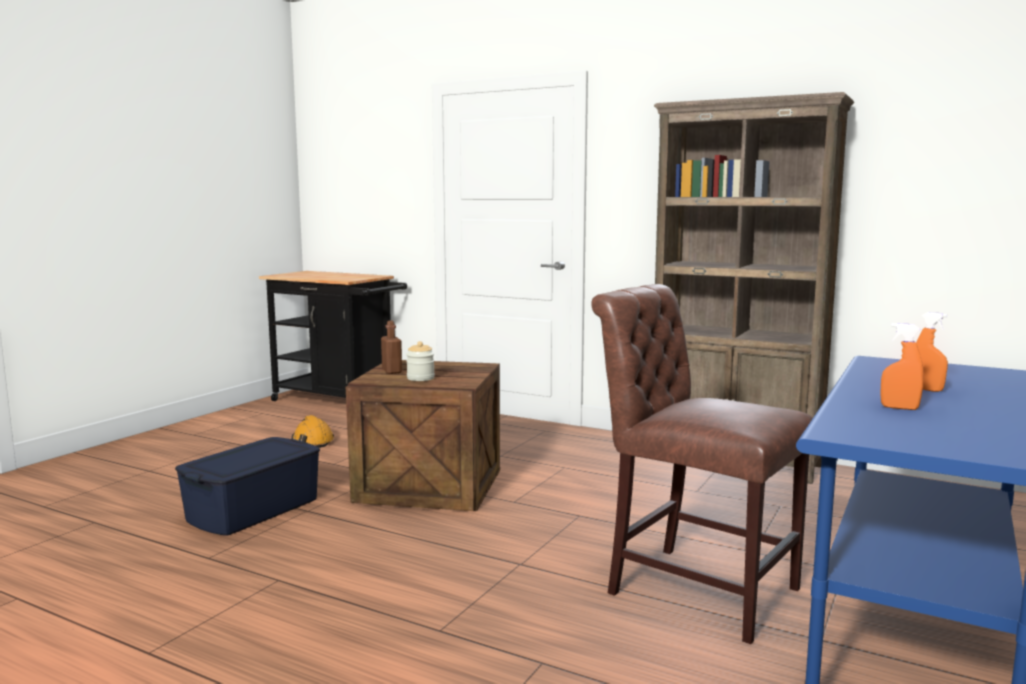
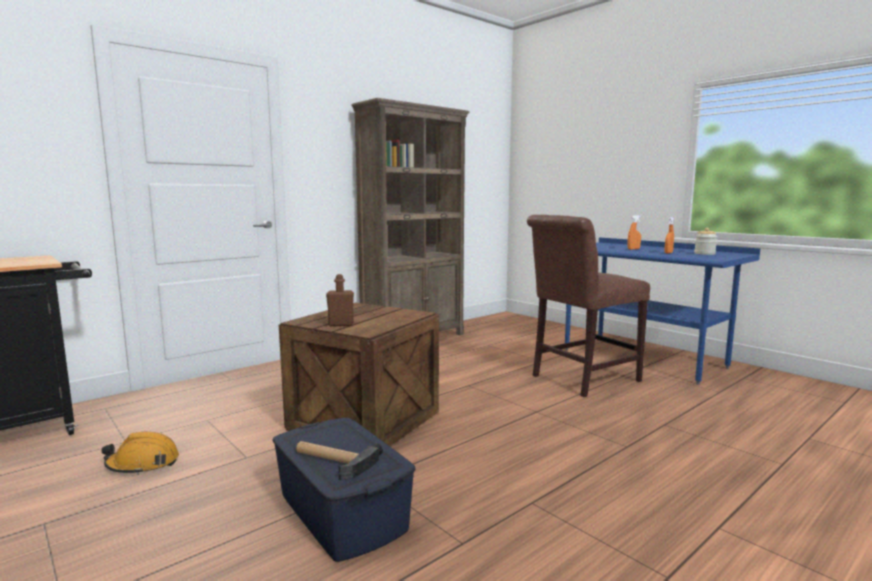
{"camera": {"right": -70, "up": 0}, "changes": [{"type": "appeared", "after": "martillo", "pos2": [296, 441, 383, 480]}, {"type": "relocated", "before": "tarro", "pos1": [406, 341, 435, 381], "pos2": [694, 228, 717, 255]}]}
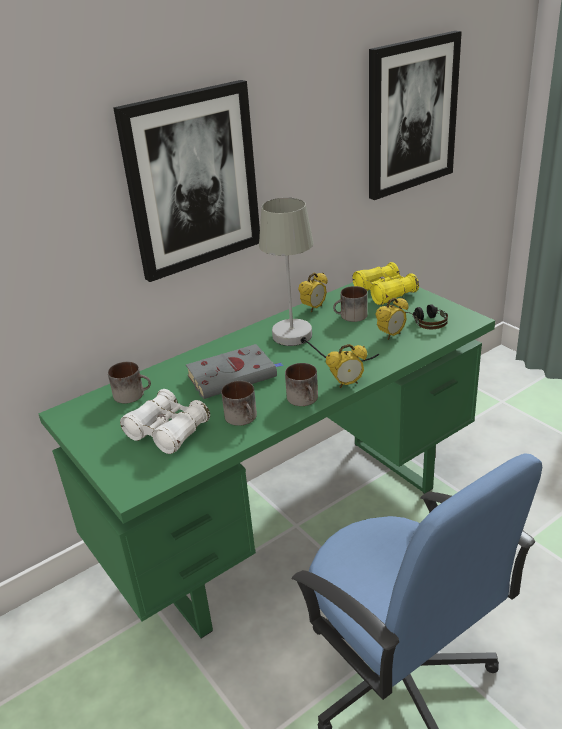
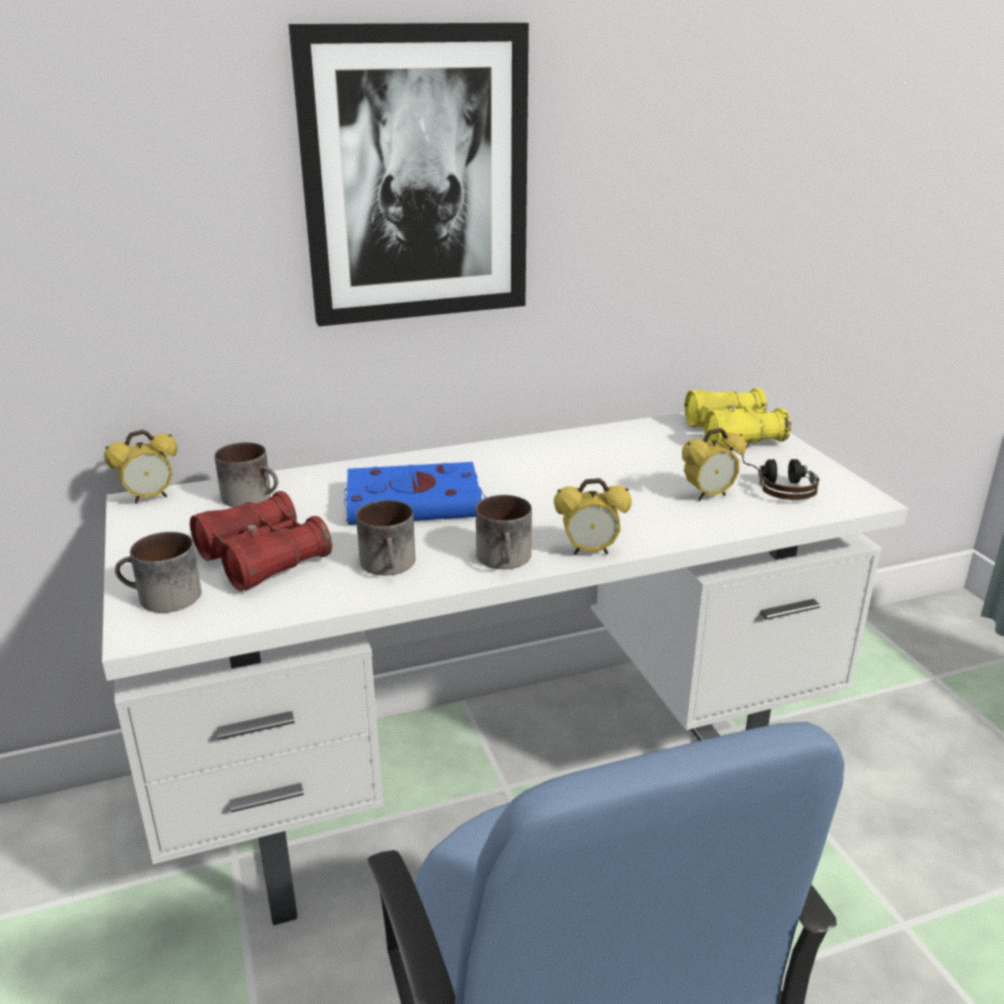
{"camera": {"right": 15, "up": -5}, "changes": [{"type": "colour", "before": "escritorio/verde", "after": "escritorio/blanco", "pos1": [38, 282, 495, 638], "pos2": [102, 412, 908, 925]}, {"type": "relocated", "before": "despertador", "pos1": [298, 273, 328, 312], "pos2": [104, 430, 178, 504]}, {"type": "relocated", "before": "taza grande", "pos1": [333, 286, 368, 322], "pos2": [115, 532, 201, 613]}, {"type": "colour", "before": "prismáticos/blanco", "after": "prismáticos/rojo", "pos1": [120, 389, 210, 454], "pos2": [190, 491, 332, 591]}, {"type": "colour", "before": "libro/gris", "after": "libro/azul", "pos1": [186, 344, 283, 399], "pos2": [344, 462, 487, 525]}, {"type": "missing", "before": "lámpara de mesa/gris", "pos1": [259, 198, 379, 362]}, {"type": "missing", "before": "cuadro", "pos1": [369, 31, 462, 200]}]}
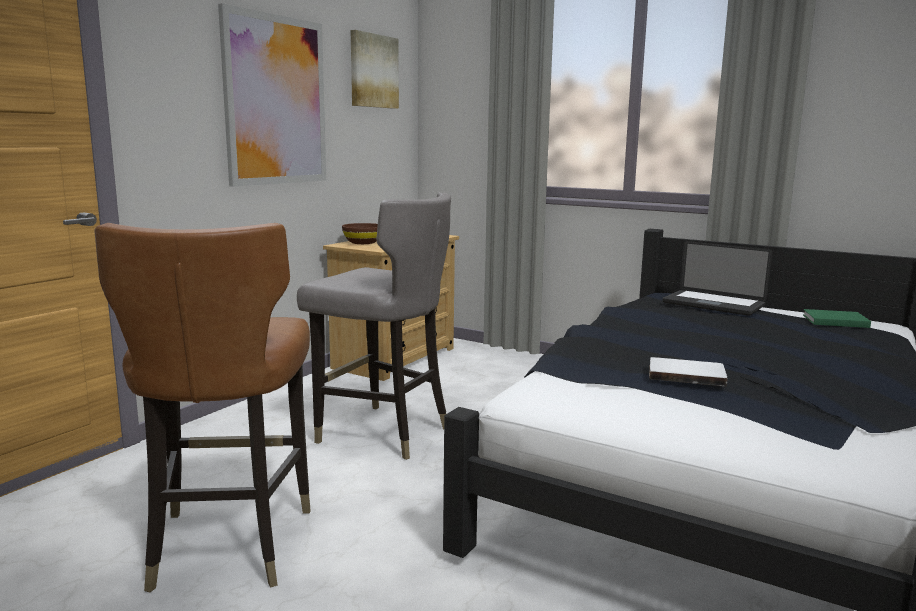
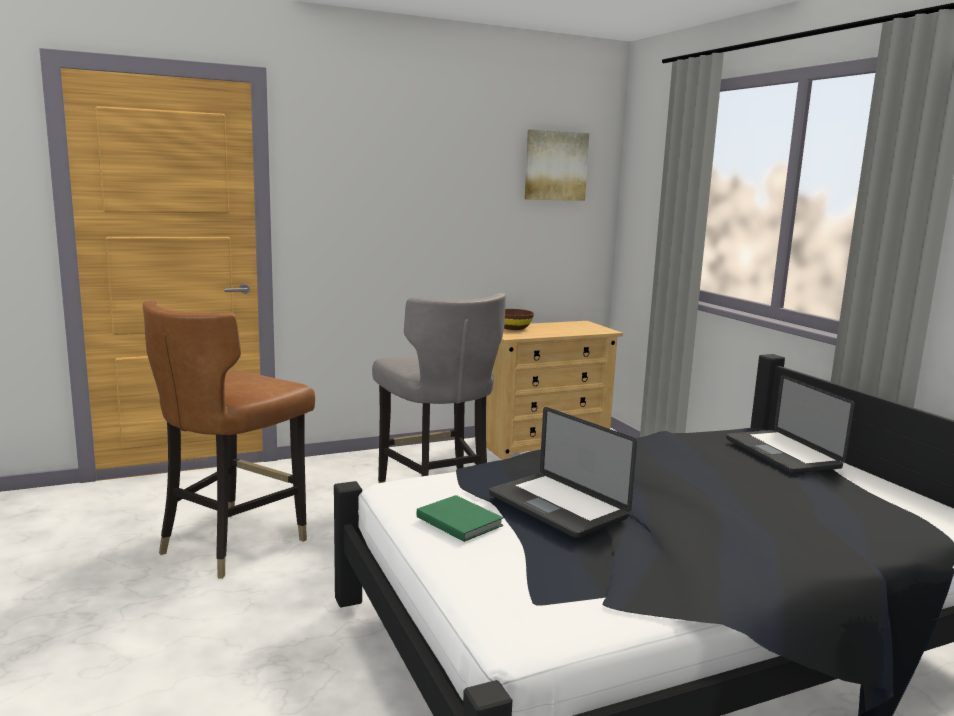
{"camera": {"right": 35, "up": 0}, "changes": [{"type": "relocated", "before": "libro/verde", "pos1": [803, 309, 871, 328], "pos2": [417, 495, 504, 542]}, {"type": "exchanged", "before": "libro/blanco", "after": "portátil", "pos1": [649, 357, 728, 387], "pos2": [489, 407, 637, 538]}, {"type": "missing", "before": "cuadro", "pos1": [218, 3, 326, 187]}]}
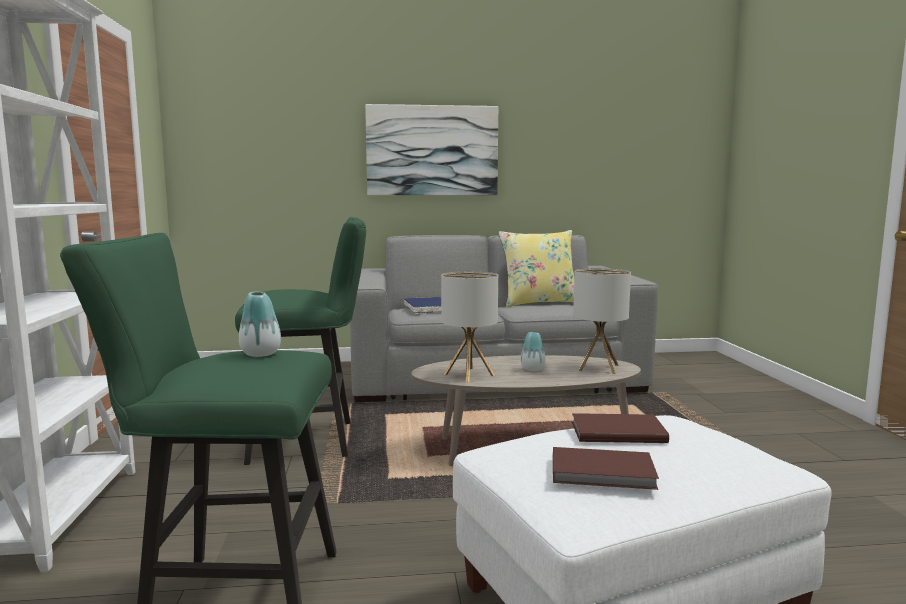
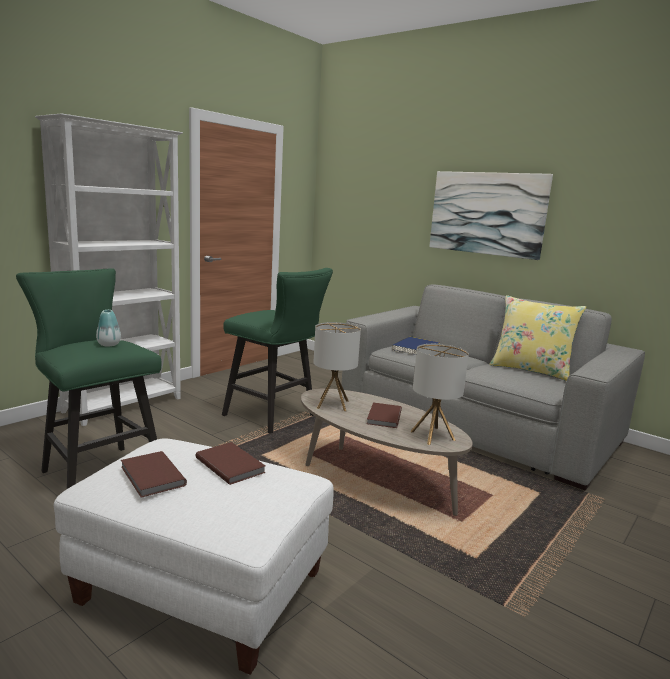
{"camera": {"right": 45, "up": 5}, "changes": [{"type": "exchanged", "before": "florero", "after": "libro/marrón", "pos1": [520, 332, 546, 371], "pos2": [367, 402, 402, 428]}]}
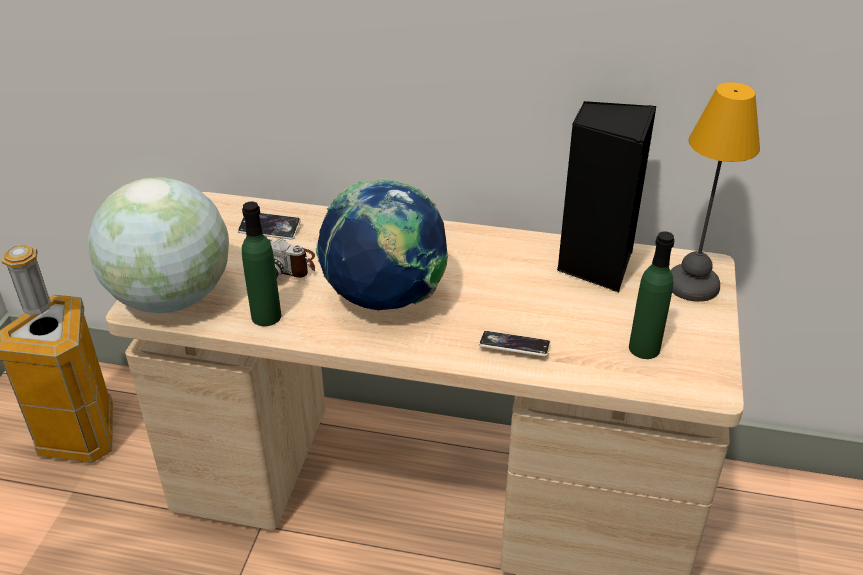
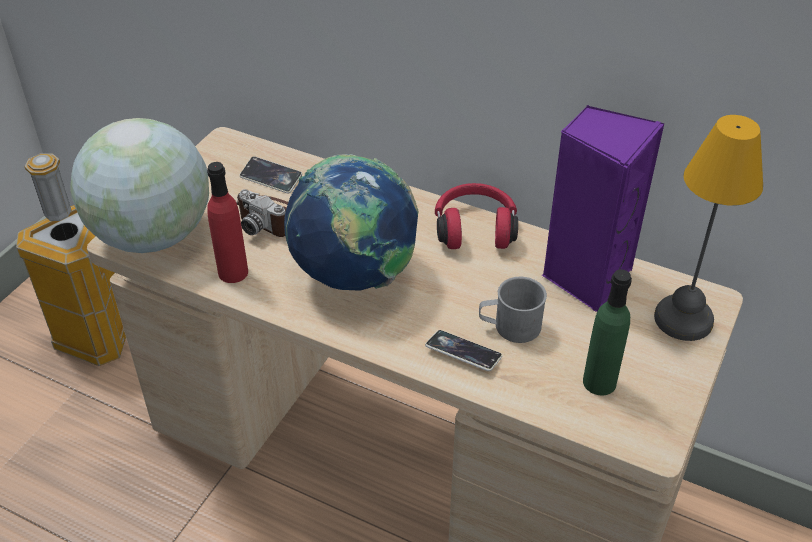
{"camera": {"right": 15, "up": 5}, "changes": [{"type": "colour", "before": "botella/verde", "after": "botella/rojo", "pos1": [242, 201, 281, 326], "pos2": [207, 162, 248, 283]}, {"type": "appeared", "after": "auriculares/rojo", "pos2": [435, 183, 518, 249]}, {"type": "appeared", "after": "taza grande/gris", "pos2": [479, 277, 547, 343]}, {"type": "colour", "before": "altavoz/negro", "after": "altavoz/morado", "pos1": [557, 101, 656, 292], "pos2": [542, 106, 664, 312]}]}
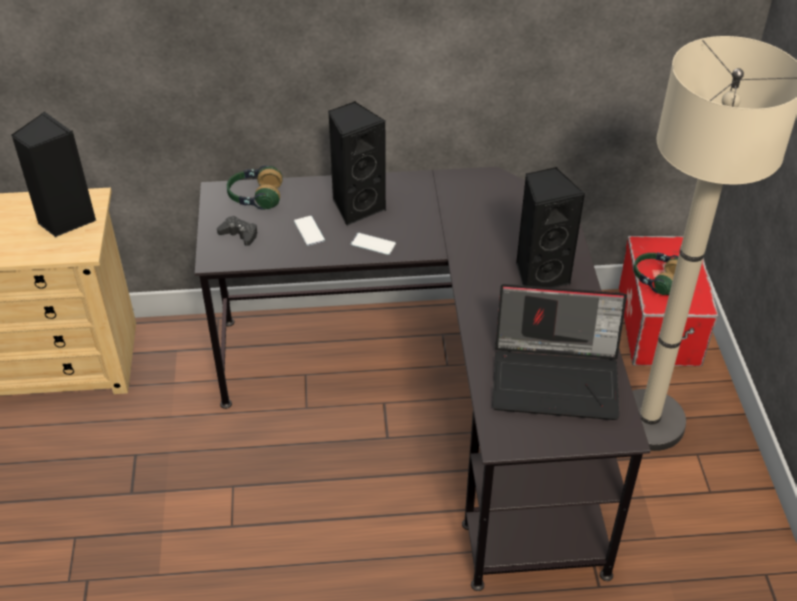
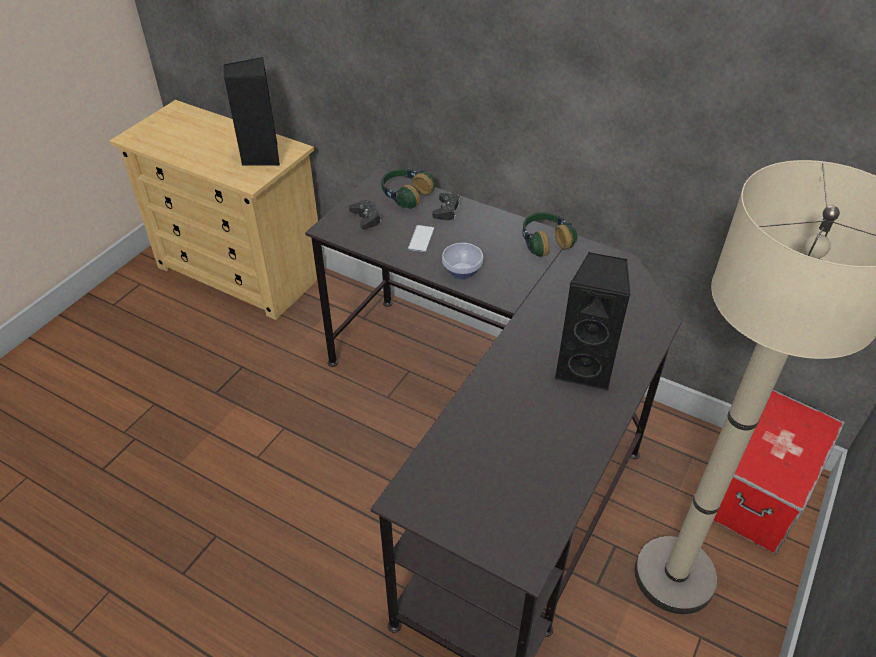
{"camera": {"right": 35, "up": 0}, "changes": [{"type": "appeared", "after": "mando de consola/negro", "pos2": [432, 193, 460, 220]}, {"type": "exchanged", "before": "móvil", "after": "cuenco", "pos1": [351, 233, 396, 255], "pos2": [442, 243, 483, 279]}, {"type": "relocated", "before": "auriculares", "pos1": [634, 252, 679, 295], "pos2": [523, 212, 577, 257]}, {"type": "missing", "before": "altavoz/negro", "pos1": [328, 101, 386, 226]}, {"type": "missing", "before": "portátil", "pos1": [492, 284, 627, 420]}]}
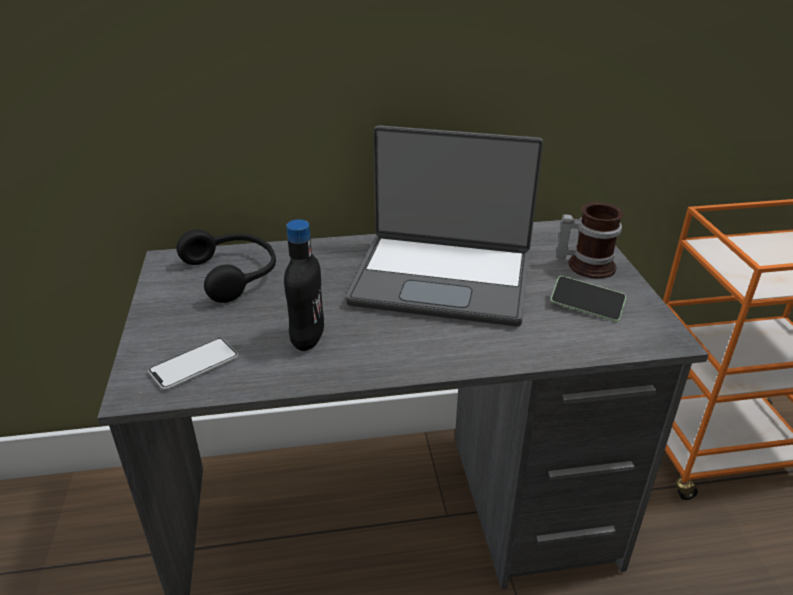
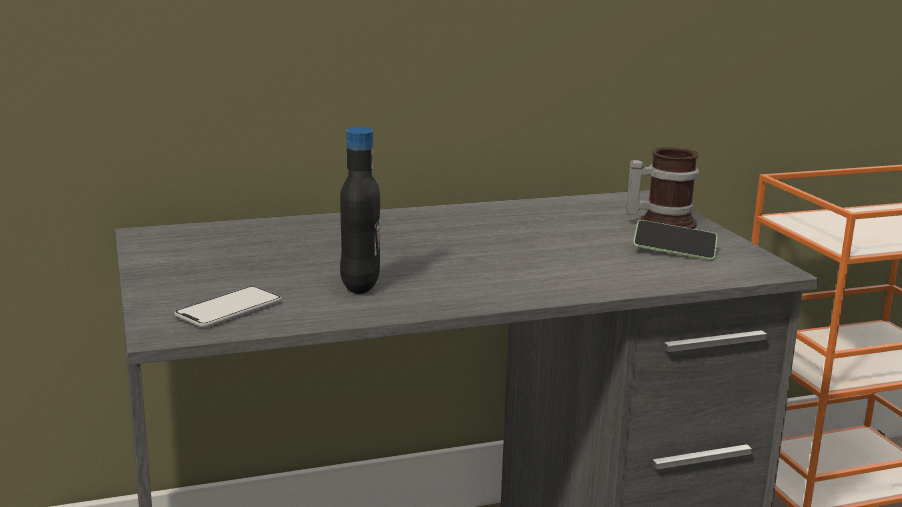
{"camera": {"right": -10, "up": -15}, "changes": [{"type": "missing", "before": "auriculares/negro", "pos1": [176, 229, 276, 303]}, {"type": "missing", "before": "portátil", "pos1": [346, 125, 543, 327]}]}
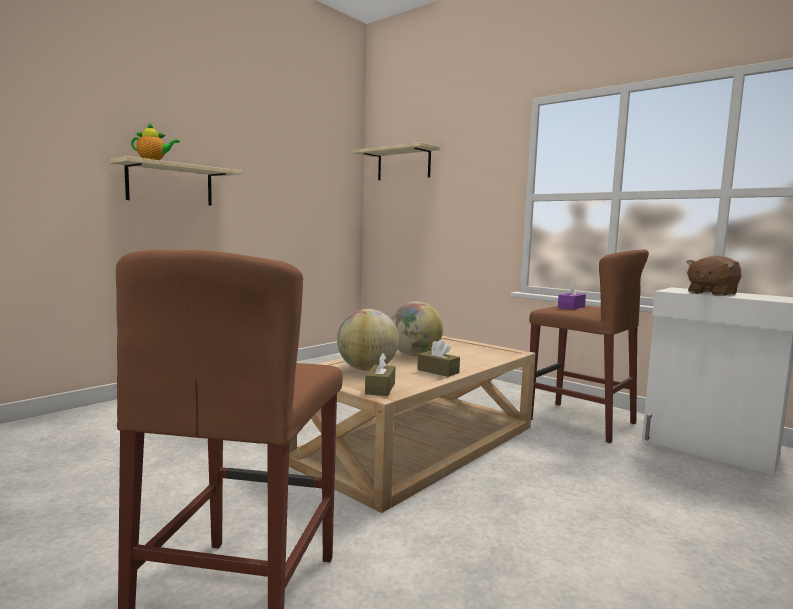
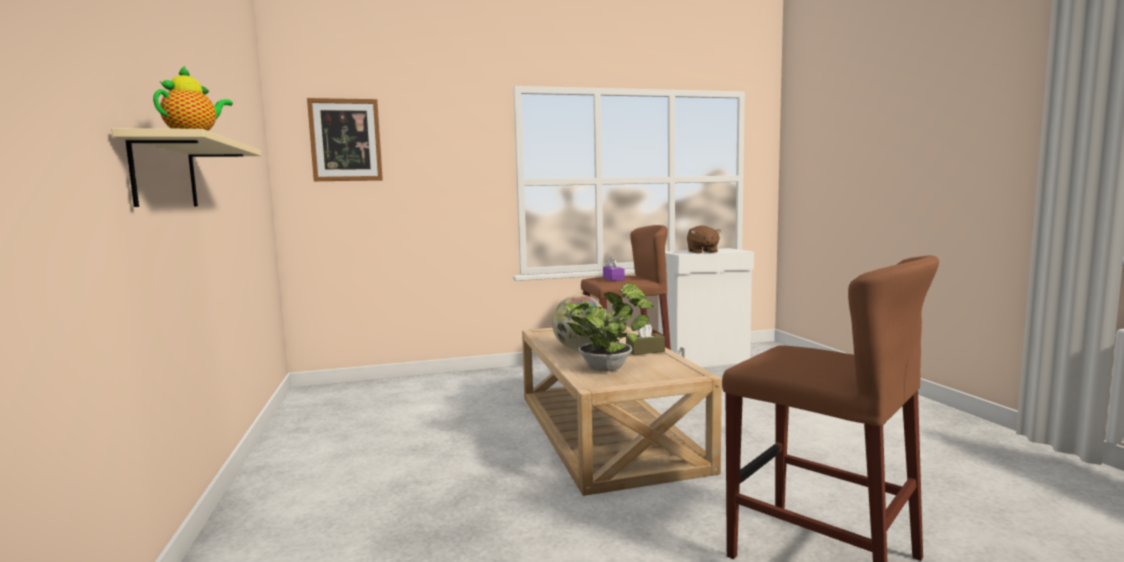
{"camera": {"right": -55, "up": 0}, "changes": [{"type": "exchanged", "before": "estante/beis", "after": "cuadro", "pos1": [352, 142, 440, 180], "pos2": [307, 98, 383, 181]}, {"type": "exchanged", "before": "globo terráqueo", "after": "planta en maceta", "pos1": [337, 309, 399, 371], "pos2": [564, 283, 653, 372]}, {"type": "missing", "before": "caja de pañuelos/marrón", "pos1": [365, 353, 395, 396]}]}
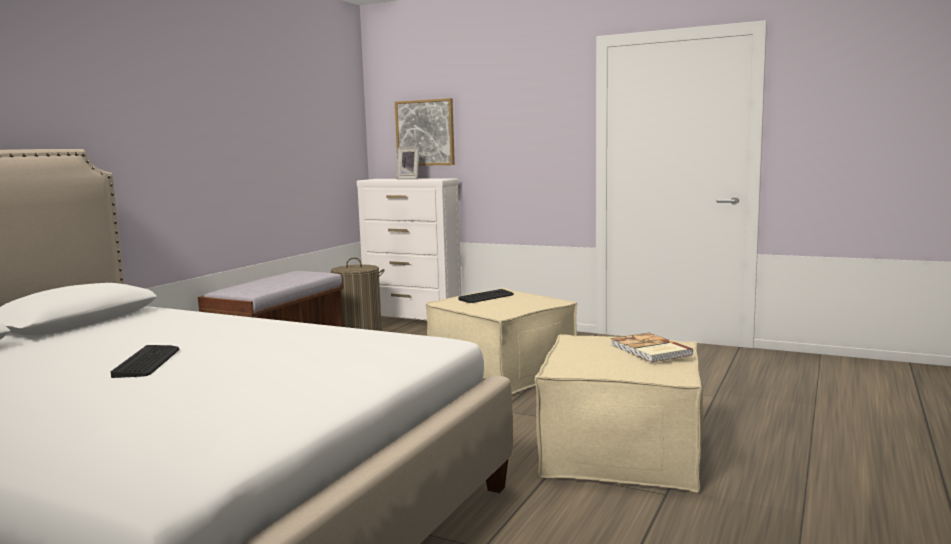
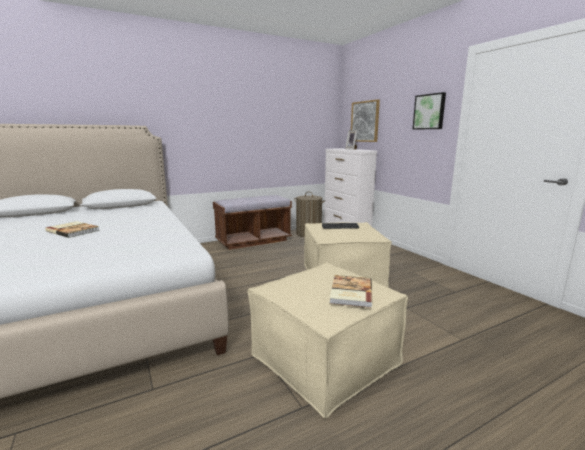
{"camera": {"right": 35, "up": 5}, "changes": [{"type": "exchanged", "before": "teclado", "after": "libro", "pos1": [111, 345, 179, 378], "pos2": [45, 221, 100, 238]}, {"type": "appeared", "after": "cuadro", "pos2": [412, 92, 446, 130]}]}
